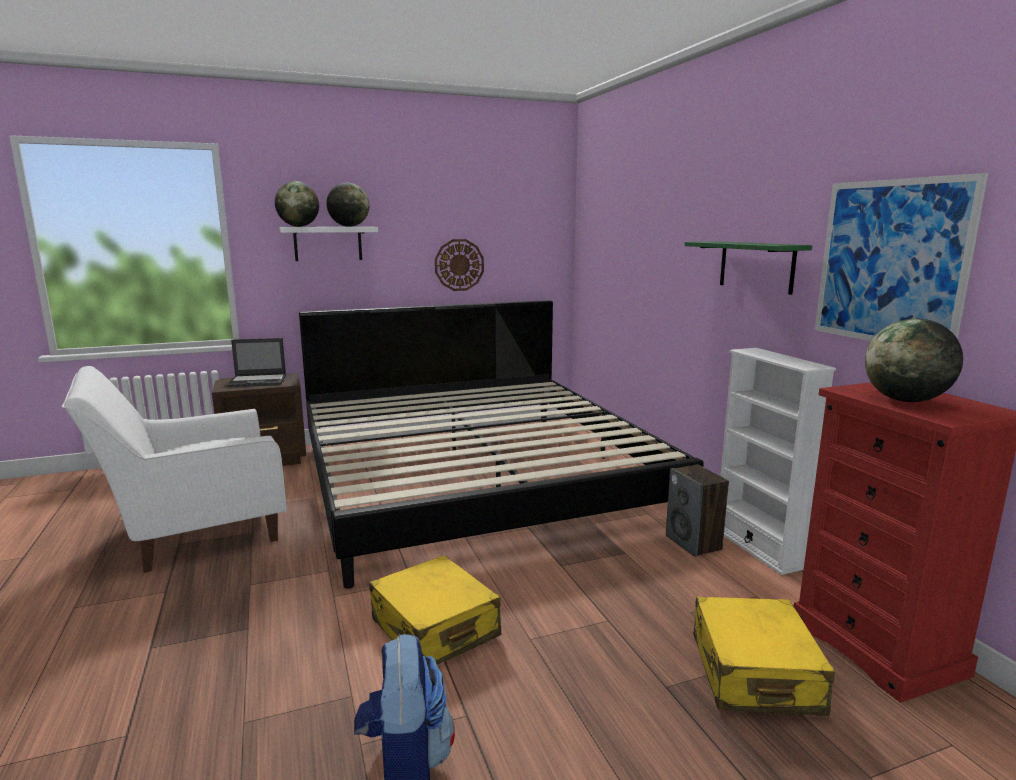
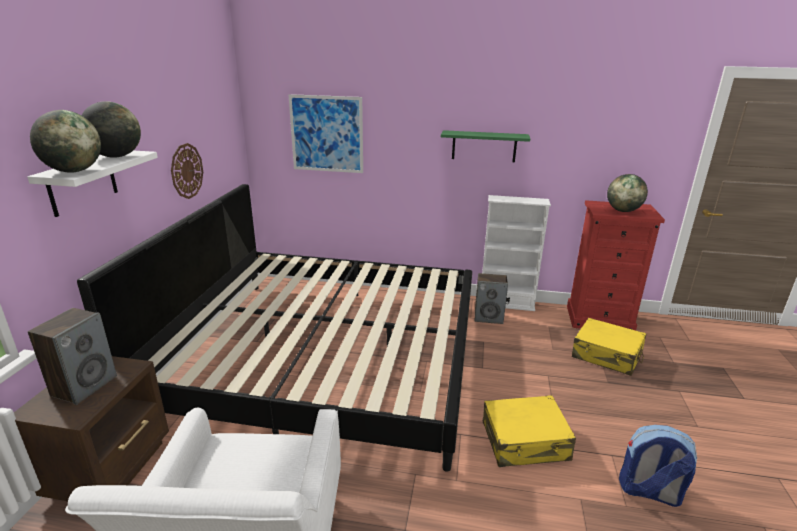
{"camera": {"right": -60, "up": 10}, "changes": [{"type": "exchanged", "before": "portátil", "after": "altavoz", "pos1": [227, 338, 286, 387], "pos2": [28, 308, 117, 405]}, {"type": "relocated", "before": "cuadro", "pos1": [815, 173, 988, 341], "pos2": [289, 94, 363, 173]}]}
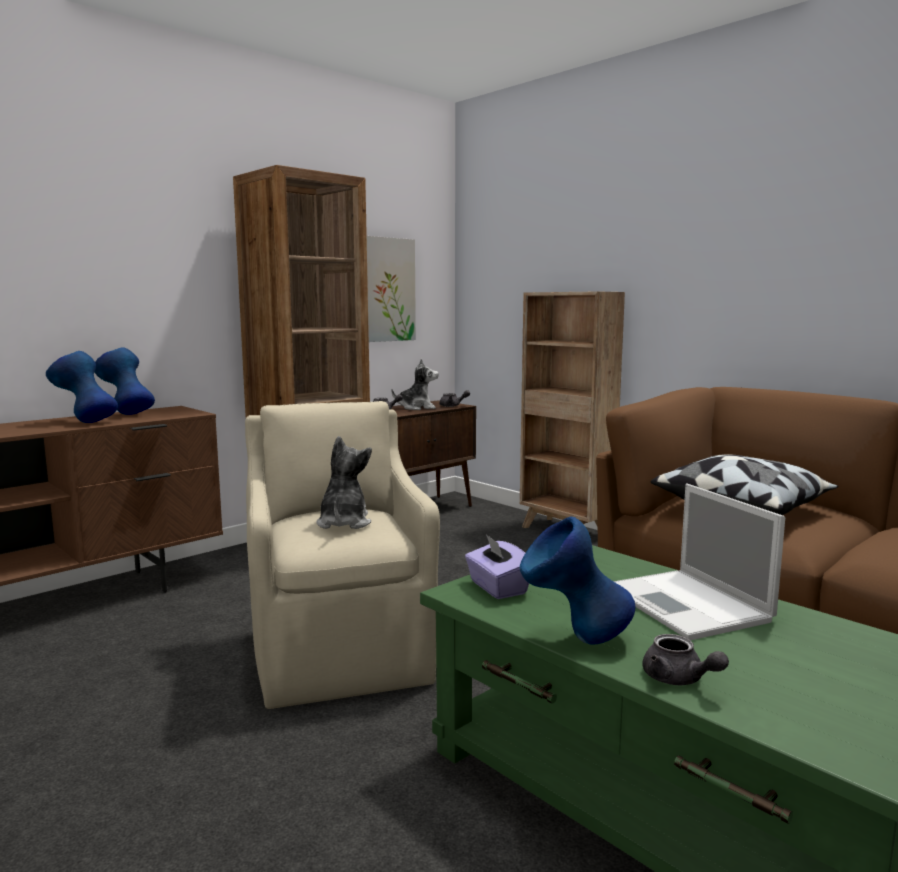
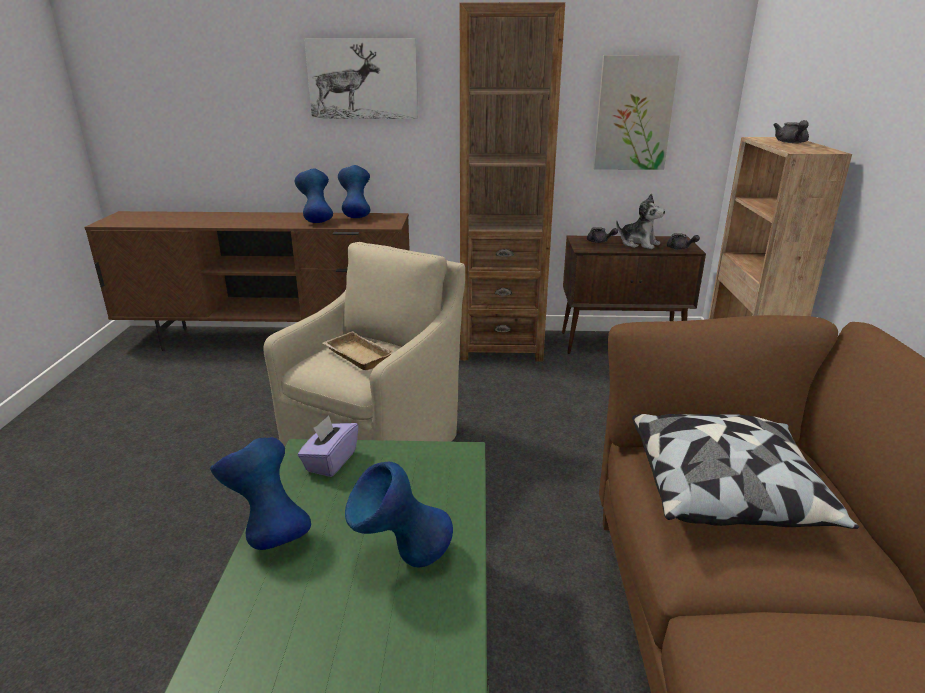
{"camera": {"right": 45, "up": 15}, "changes": [{"type": "appeared", "after": "cuadro", "pos2": [304, 39, 418, 119]}, {"type": "exchanged", "before": "peluche", "after": "bandeja/beis", "pos1": [316, 436, 372, 529], "pos2": [323, 331, 394, 370]}, {"type": "exchanged", "before": "portátil", "after": "florero/azul", "pos1": [613, 484, 785, 640], "pos2": [345, 462, 453, 568]}, {"type": "relocated", "before": "tetera/gris", "pos1": [642, 634, 729, 685], "pos2": [773, 120, 809, 143]}]}
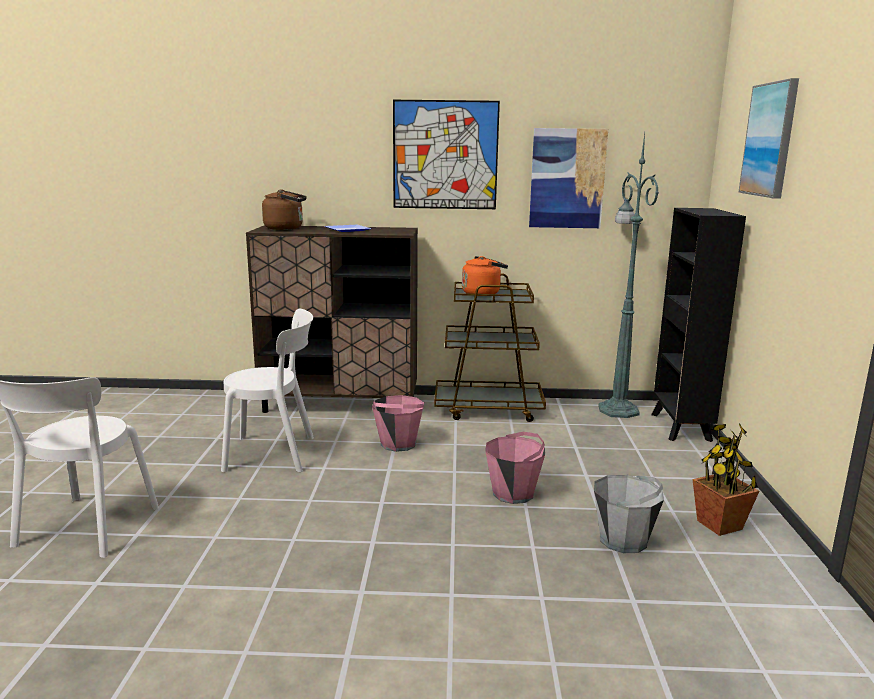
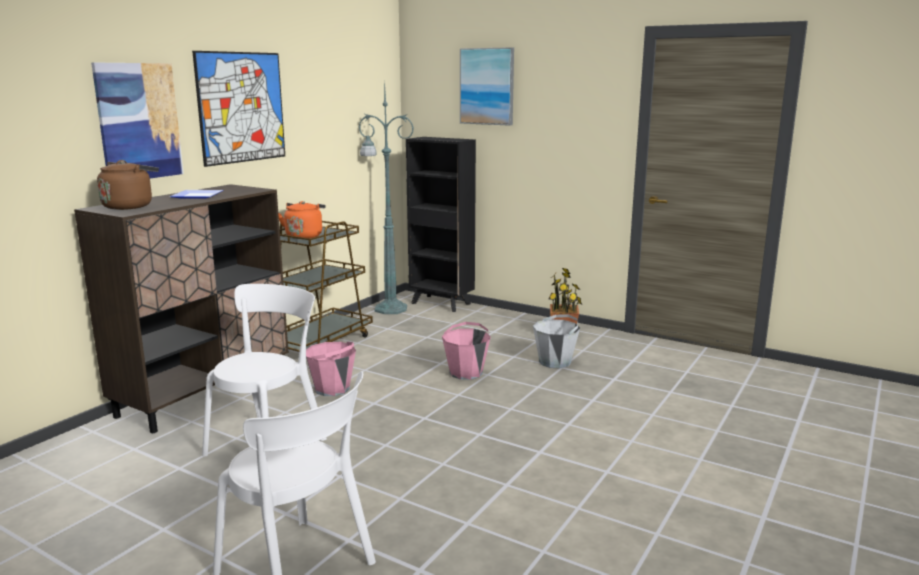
{"camera": {"right": -60, "up": 0}, "changes": [{"type": "relocated", "before": "cuadro", "pos1": [529, 128, 608, 228], "pos2": [91, 62, 184, 178]}]}
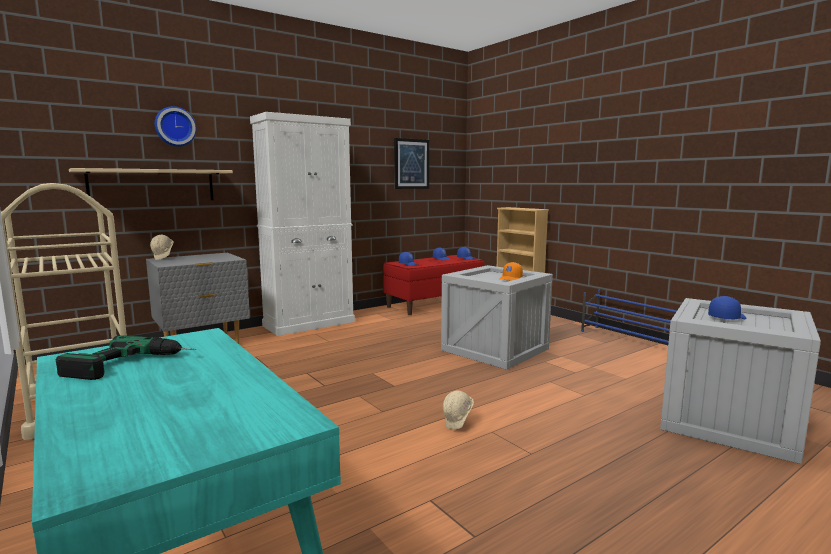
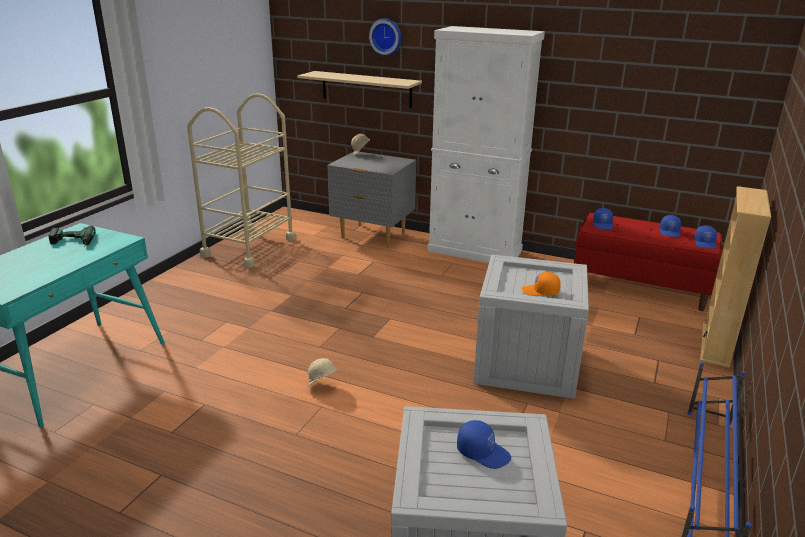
{"camera": {"right": 60, "up": 15}, "changes": [{"type": "missing", "before": "cuadro", "pos1": [394, 138, 429, 189]}]}
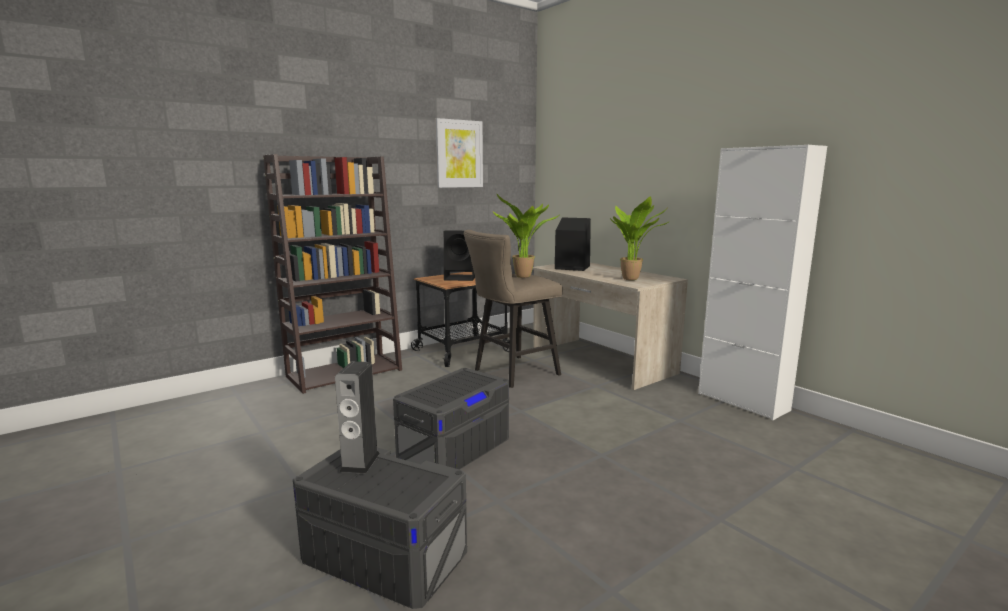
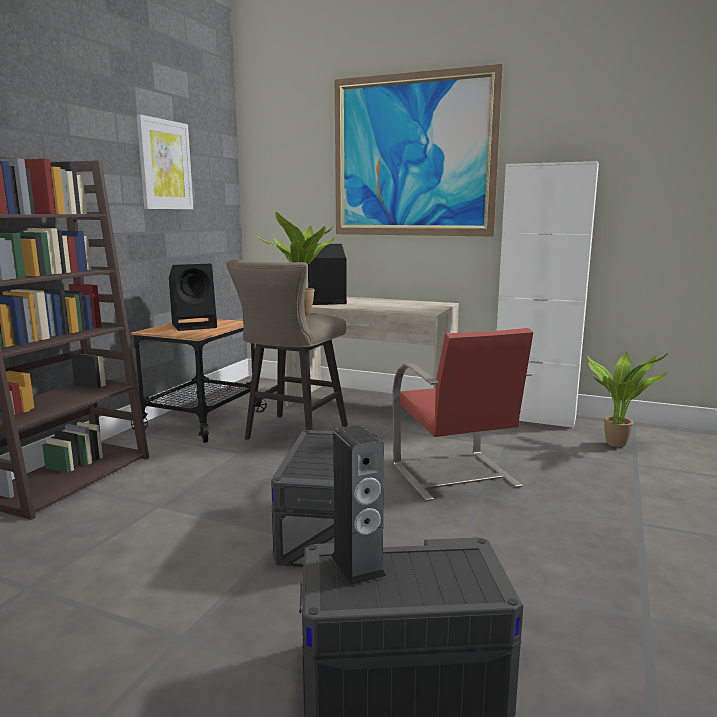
{"camera": {"right": -30, "up": 0}, "changes": [{"type": "appeared", "after": "cuadro", "pos2": [335, 64, 503, 237]}, {"type": "appeared", "after": "silla/rojo", "pos2": [392, 328, 533, 501]}, {"type": "relocated", "before": "planta en maceta", "pos1": [610, 197, 670, 280], "pos2": [587, 352, 668, 447]}]}
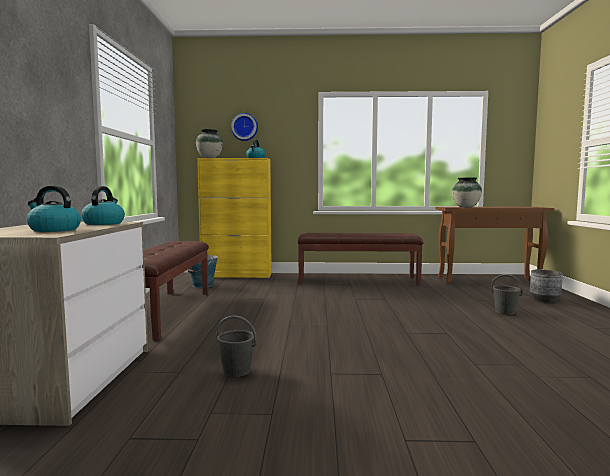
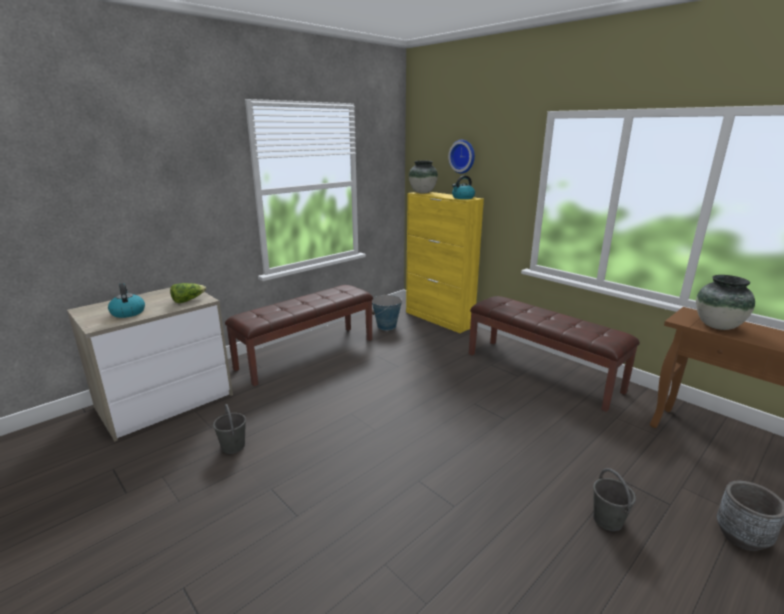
{"camera": {"right": 45, "up": 15}, "changes": [{"type": "exchanged", "before": "hervidor", "after": "lechuga", "pos1": [81, 186, 125, 225], "pos2": [170, 283, 206, 303]}]}
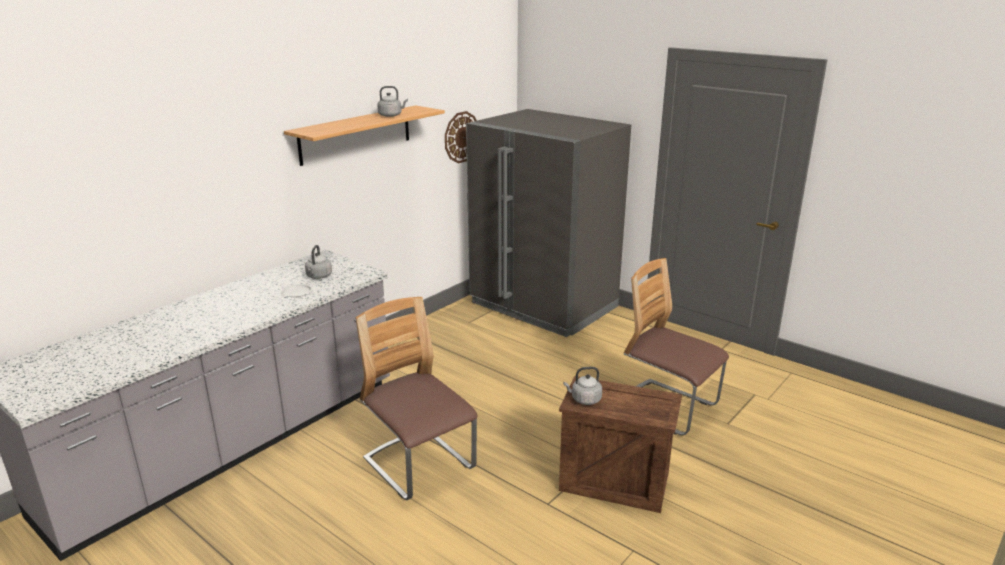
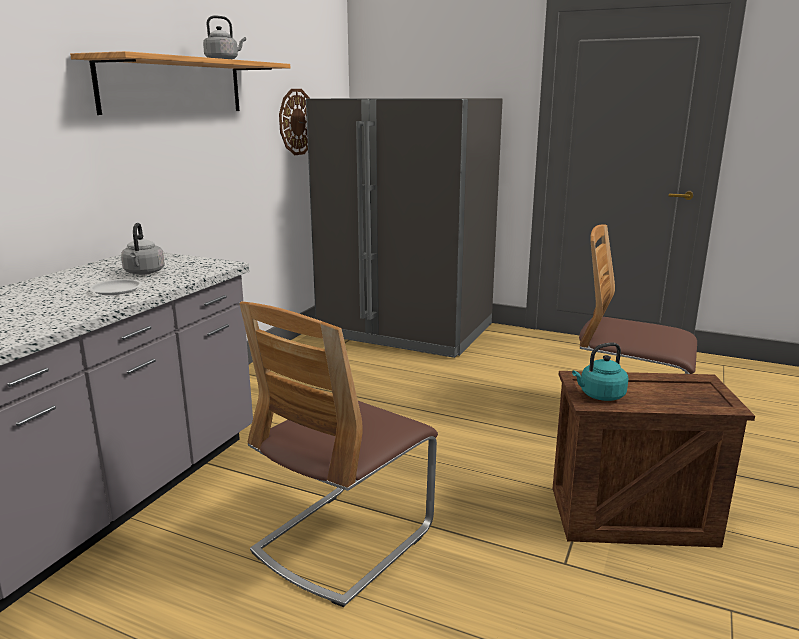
{"camera": {"right": -15, "up": -5}, "changes": [{"type": "spun", "before": "silla", "pos1": [355, 297, 477, 500], "pos2": [239, 301, 438, 607], "turn": -90}, {"type": "colour", "before": "hervidor/gris", "after": "hervidor/turquesa", "pos1": [563, 367, 602, 405], "pos2": [572, 342, 629, 401]}]}
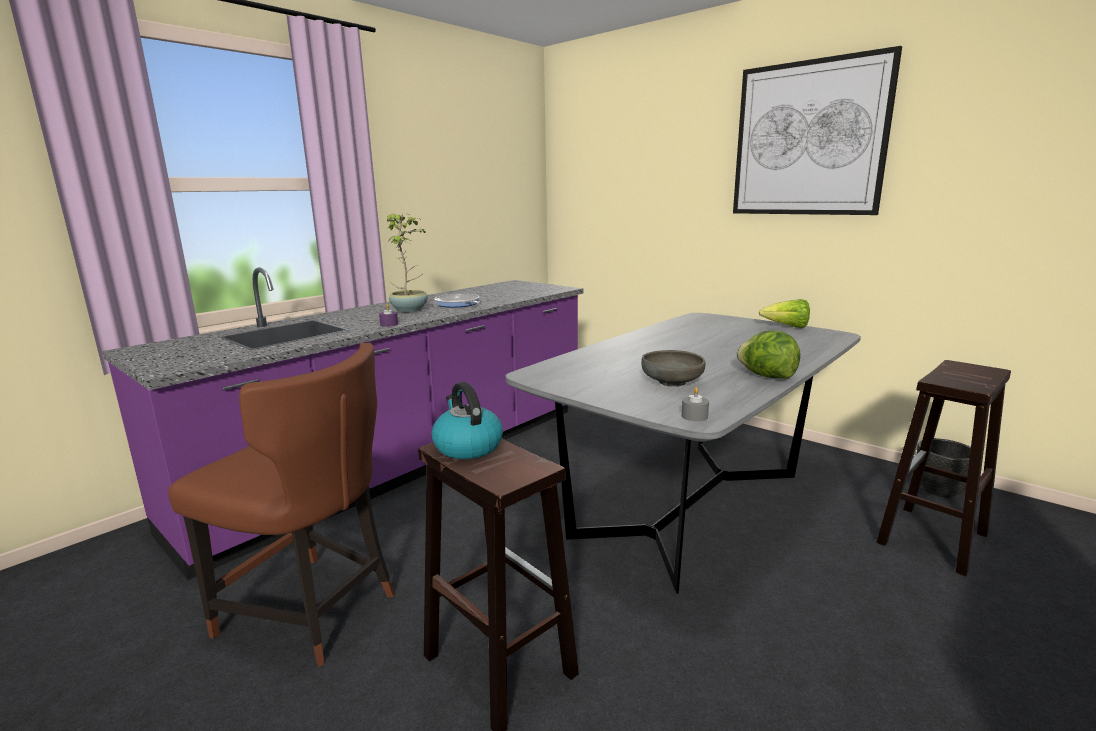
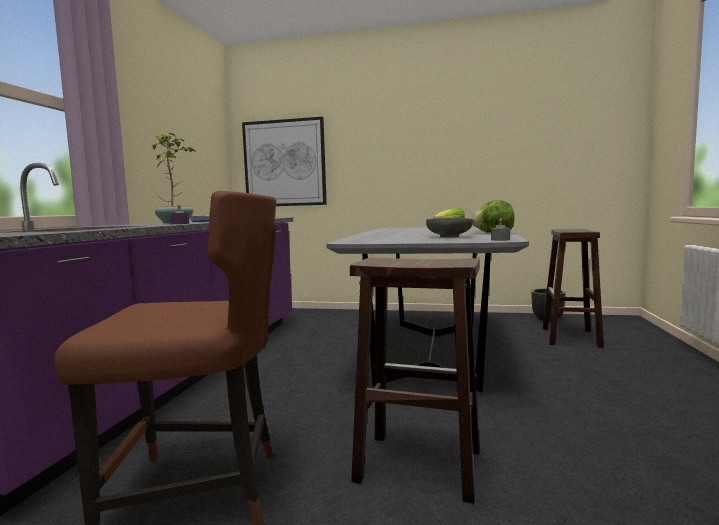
{"camera": {"right": -30, "up": -10}, "changes": [{"type": "relocated", "before": "cuadro", "pos1": [733, 46, 902, 215], "pos2": [242, 117, 327, 206]}, {"type": "missing", "before": "hervidor", "pos1": [431, 382, 503, 459]}]}
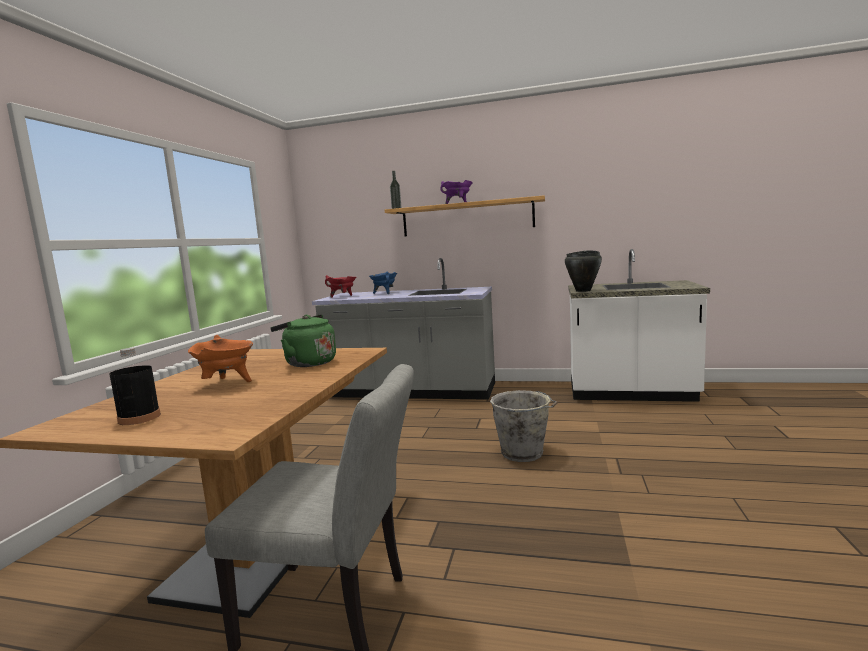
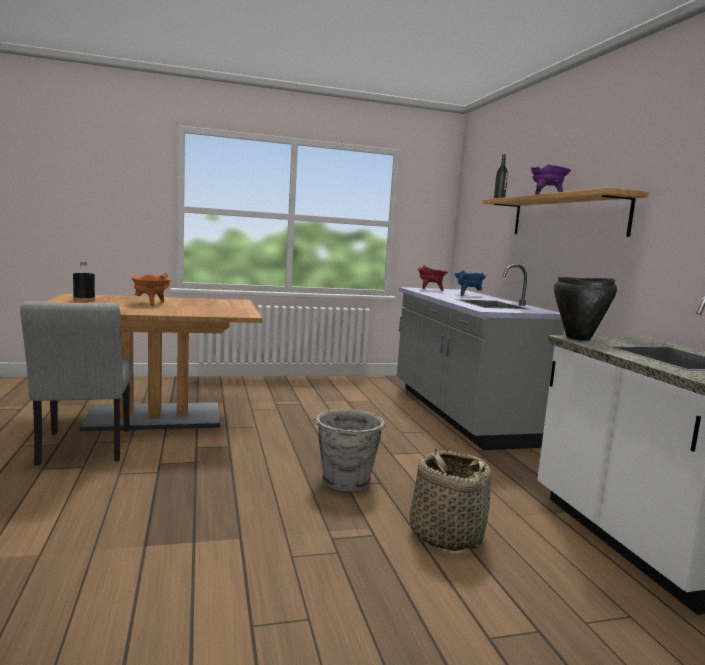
{"camera": {"right": 60, "up": 0}, "changes": [{"type": "appeared", "after": "cesta", "pos2": [410, 448, 491, 551]}, {"type": "missing", "before": "hervidor/verde", "pos1": [270, 314, 336, 367]}]}
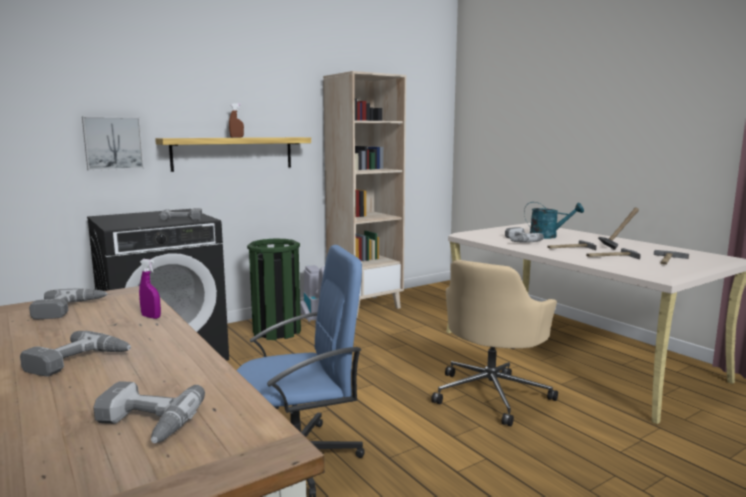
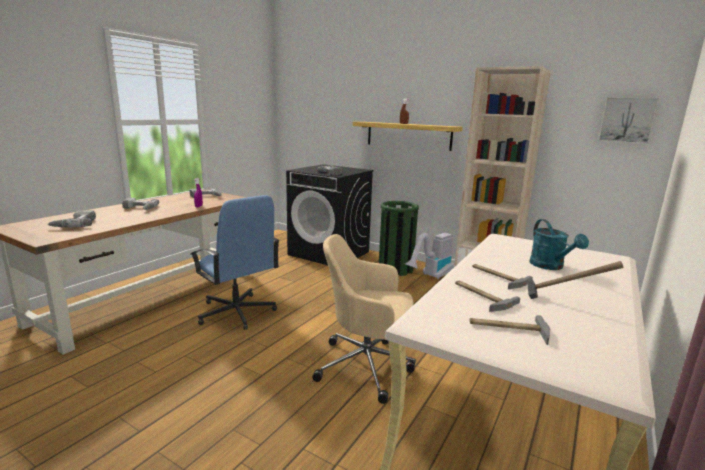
{"camera": {"right": 65, "up": 5}, "changes": [{"type": "relocated", "before": "cuadro", "pos1": [82, 116, 144, 171], "pos2": [598, 97, 659, 144]}, {"type": "missing", "before": "taladro", "pos1": [505, 227, 544, 243]}]}
